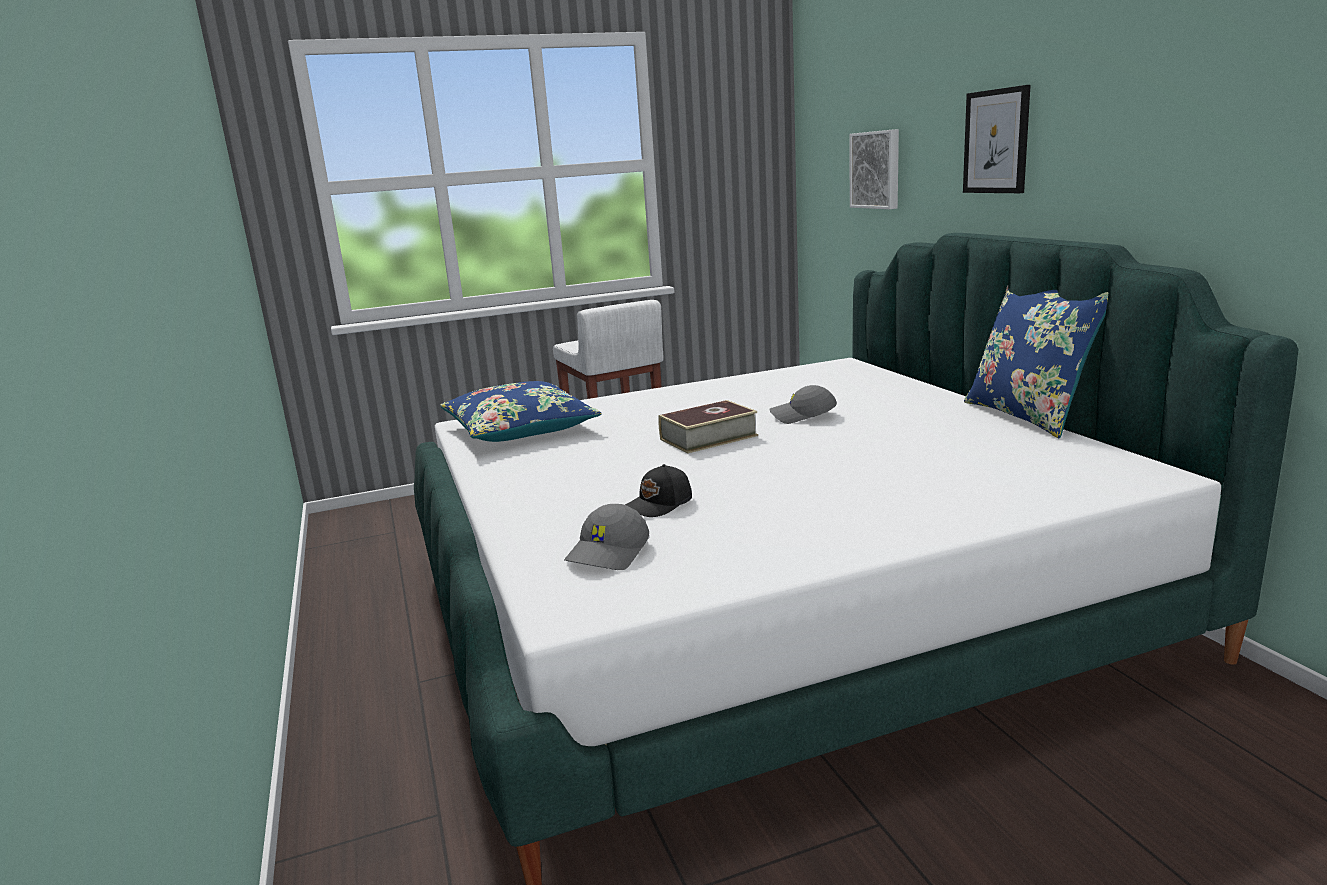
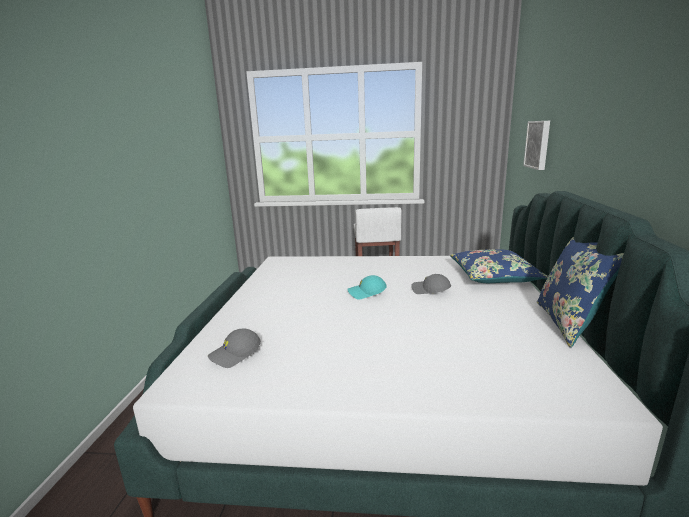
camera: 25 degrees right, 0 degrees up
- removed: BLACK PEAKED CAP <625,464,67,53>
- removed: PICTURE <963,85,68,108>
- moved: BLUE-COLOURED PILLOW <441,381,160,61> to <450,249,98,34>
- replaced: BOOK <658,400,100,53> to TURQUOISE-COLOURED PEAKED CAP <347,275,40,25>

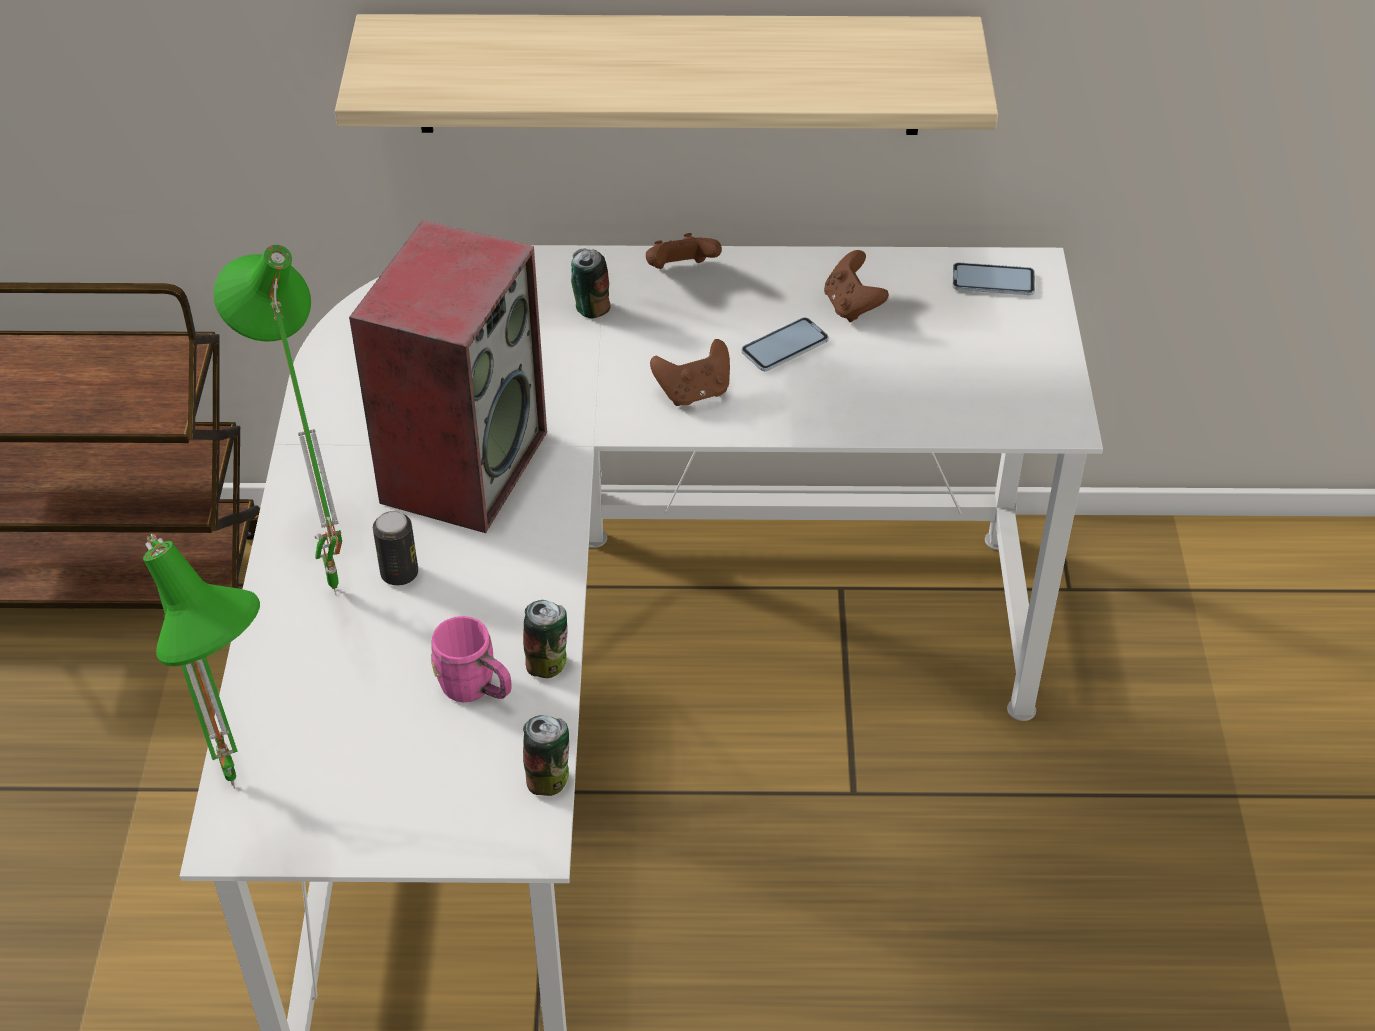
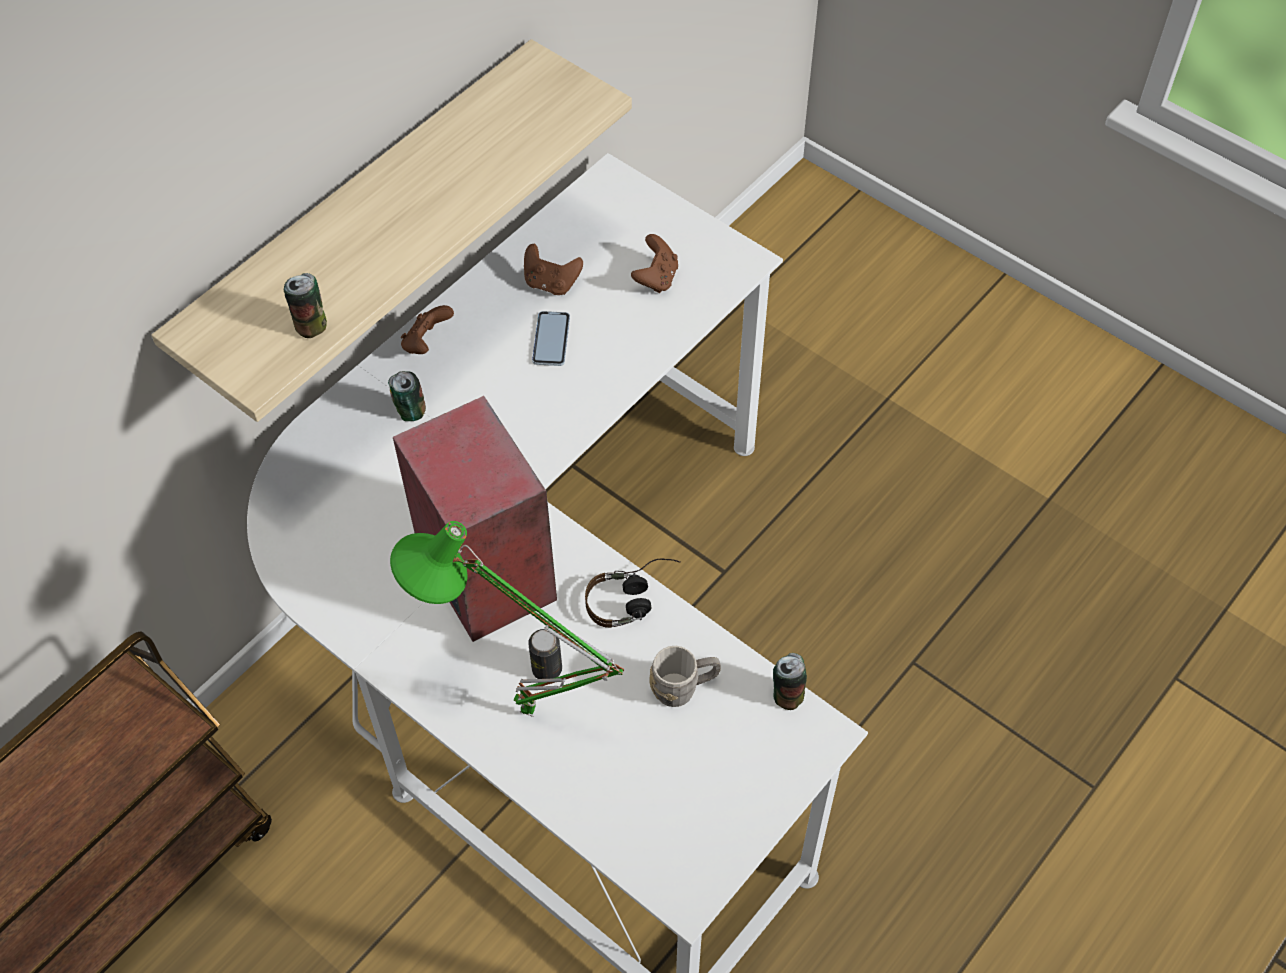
camera: 50 degrees left, 10 degrees up
- removed: GREENISH TABLETOP LAMP <143,534,117,255>
- removed: PHONE <952,262,83,33>
- added: HEADPHONES <585,559,96,69>
- moved: CAN <523,600,45,78> to <284,273,43,65>
- moved: BROWN GAME CONTROLLER <650,339,80,67> to <631,234,47,59>
- recoloured: PINKISH MUG <431,616,81,86> to GRAY MUG <649,646,72,61>

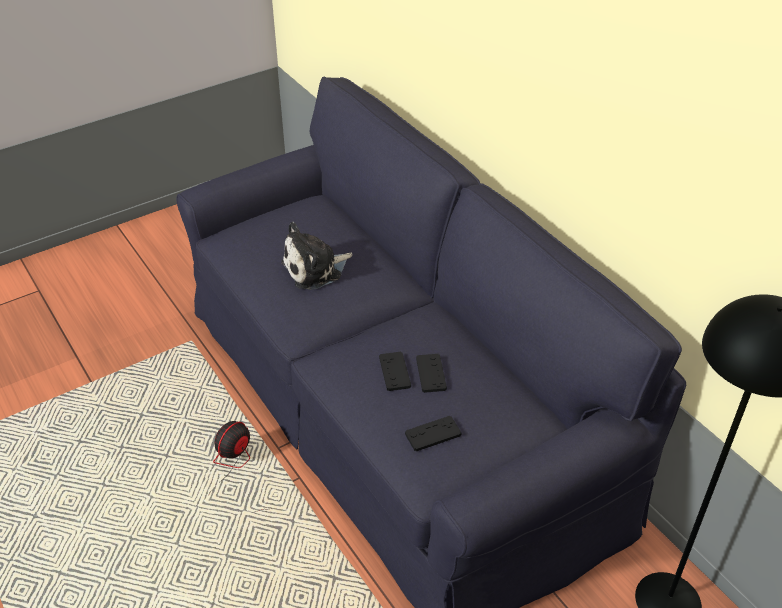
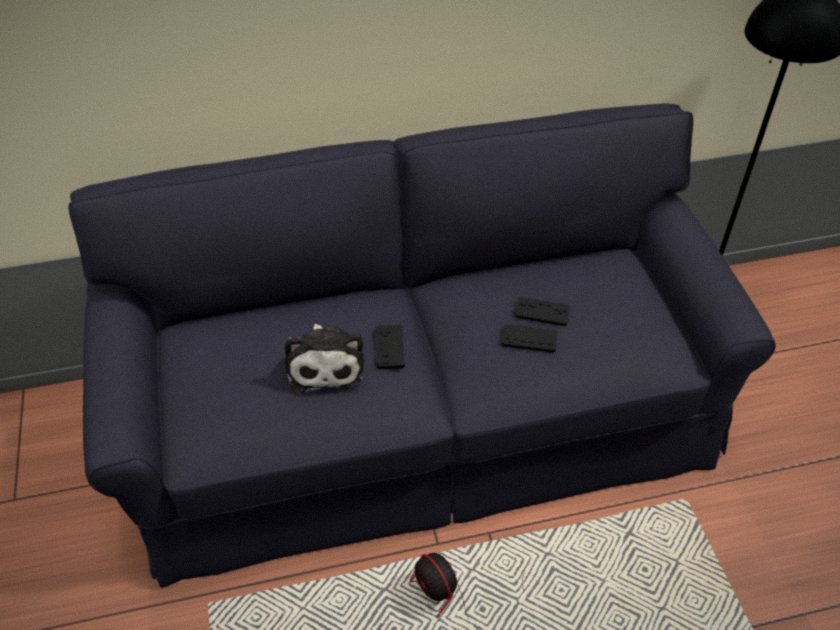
camera: 70 degrees left, 5 degrees up
- moved: BLACK GAME CONTROLLER <405,416,57,35> to <376,325,29,44>

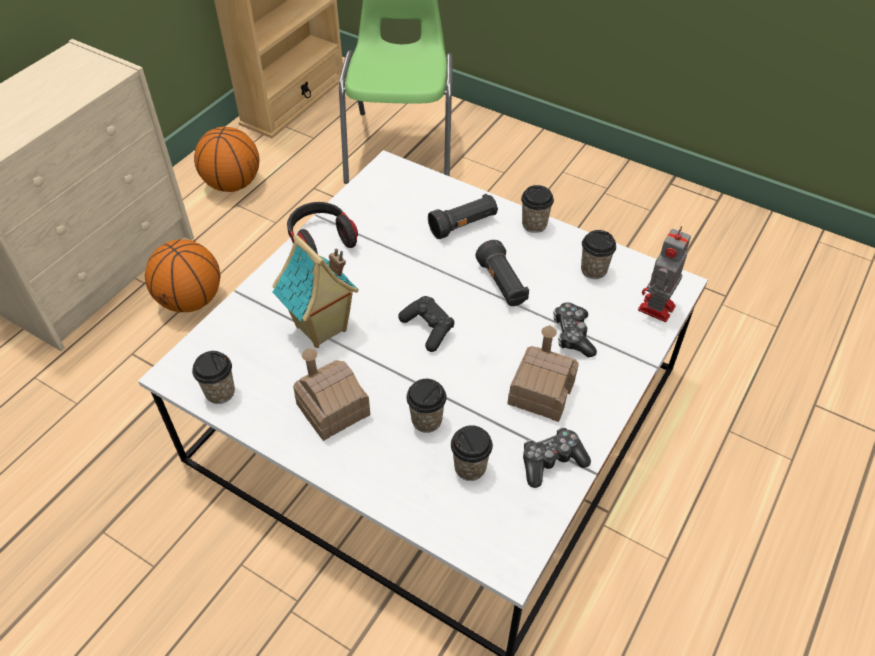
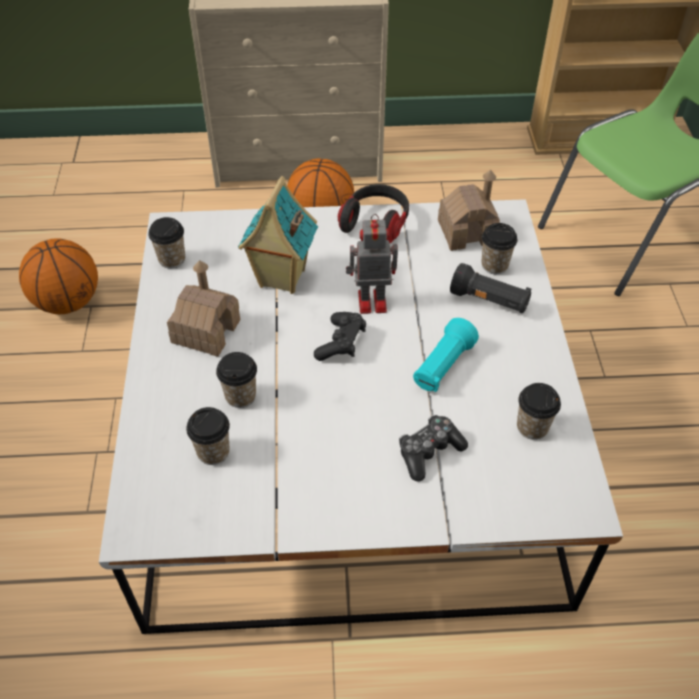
camera: 55 degrees right, 0 degrees up
- removed: GAME CONTROLLER <523,427,68,61>
- moved: BASKETBALL BALL <194,127,66,65> to <19,238,79,76>
- moved: MINIATURE HOUSE <508,325,71,97> to <438,170,62,81>
- moved: DRINKING CUP <521,185,33,48> to <482,223,36,51>
- moved: TOY ROBOT <638,226,53,96> to <346,214,52,100>
- recoloured: BLACK TORCH <476,240,53,66> to TURQUOISE-COLOURED TORCH <413,318,66,74>

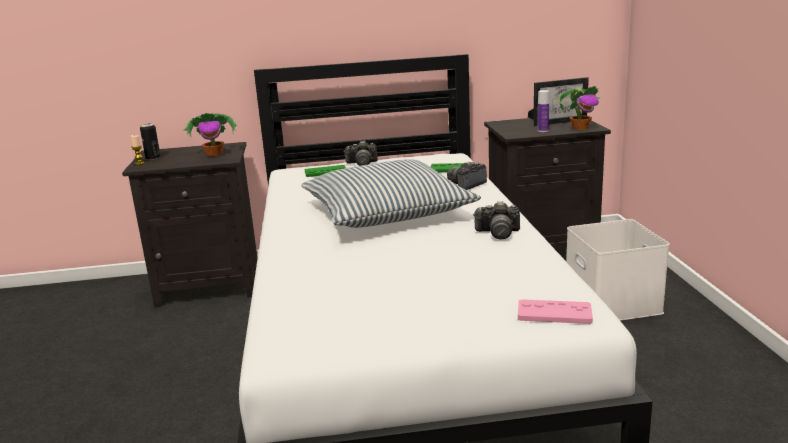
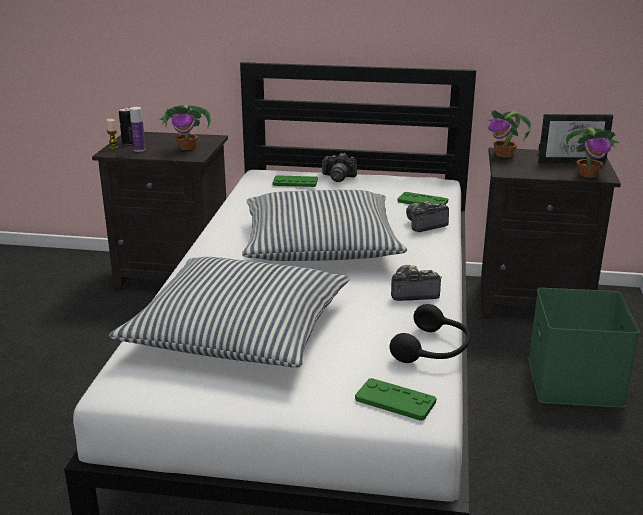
camera: 15 degrees right, 5 degrees up
- added: PILLOW <109,257,241,111>
- added: BLACK HEADPHONES <390,304,80,59>
- added: HOUSEPLANT <488,110,44,48>
- moved: DRINK BOTTLE <537,90,12,42> to <130,107,16,45>
- recoloured: PINKISH GAME CONTROLLER <518,299,75,25> to GREENISH GAME CONTROLLER <355,378,81,43>
- recoloured: WHITISH STORAGE BIN <566,219,104,102> to GREENISH STORAGE BIN <528,288,112,120>
- turned: PHOTO CAMERA <474,201,46,38> = <391,265,51,36> 150 degrees clockwise

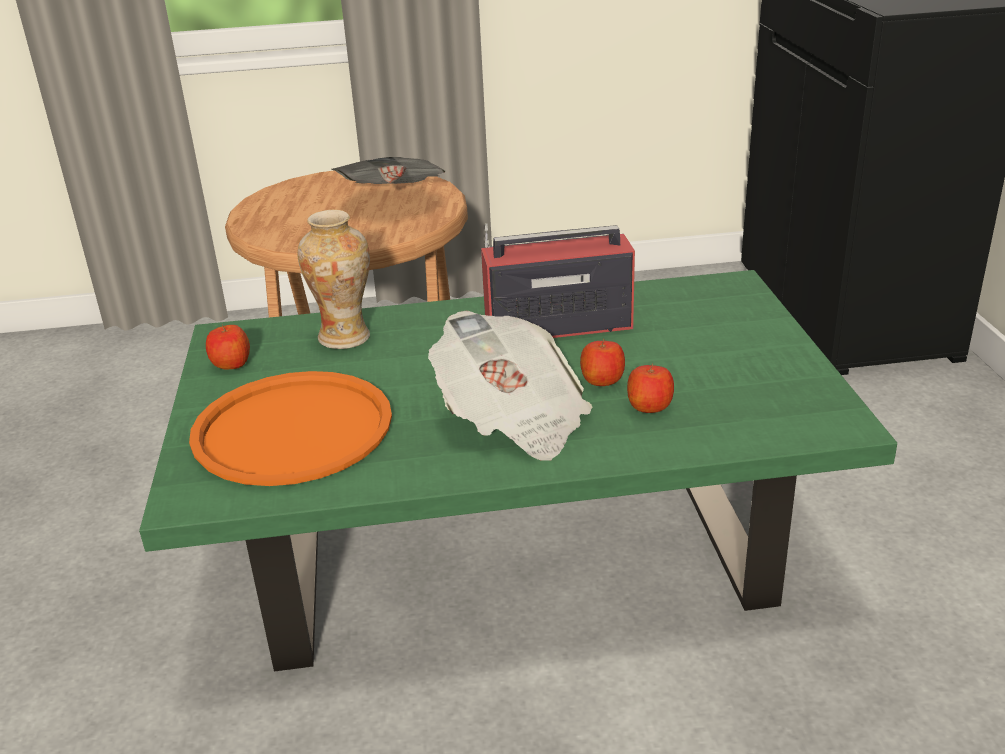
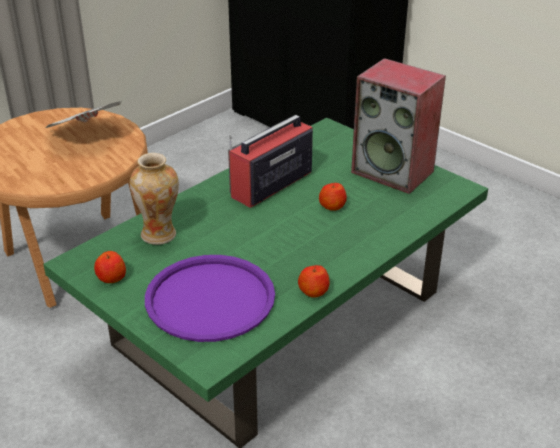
camera: 40 degrees left, 5 degrees up
- removed: DAILY PAPER <428,311,165,149>
- added: AUDIO SPEAKER <351,58,95,136>
- moved: APPLE FRUIT <627,363,47,50> to <298,265,32,33>
- recoloured: ORANGEY CARRYING TRAY <189,371,203,115> to PURPLE CARRYING TRAY <145,255,130,87>

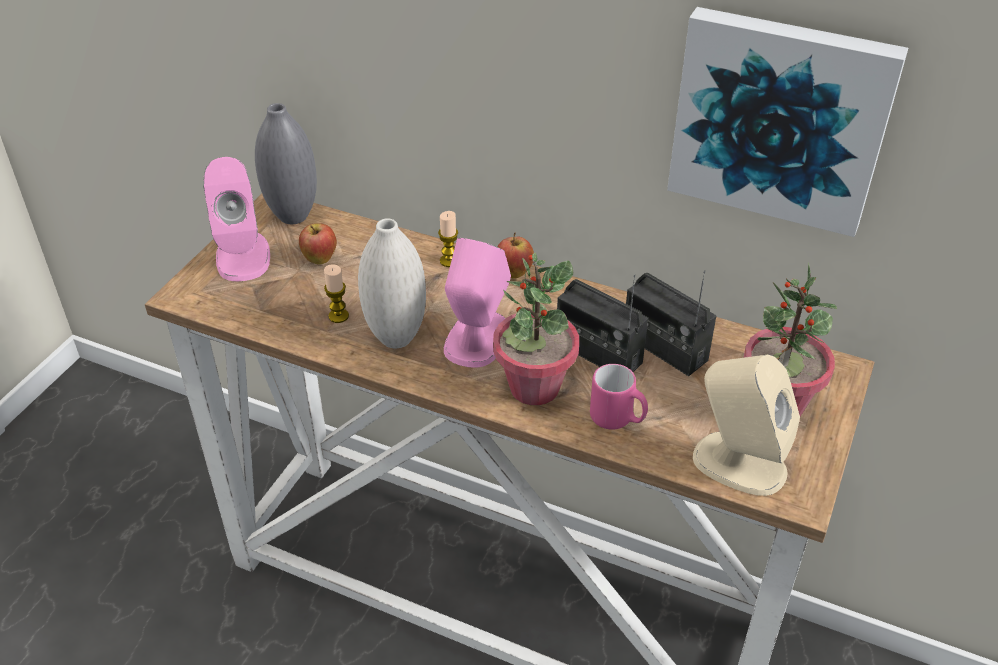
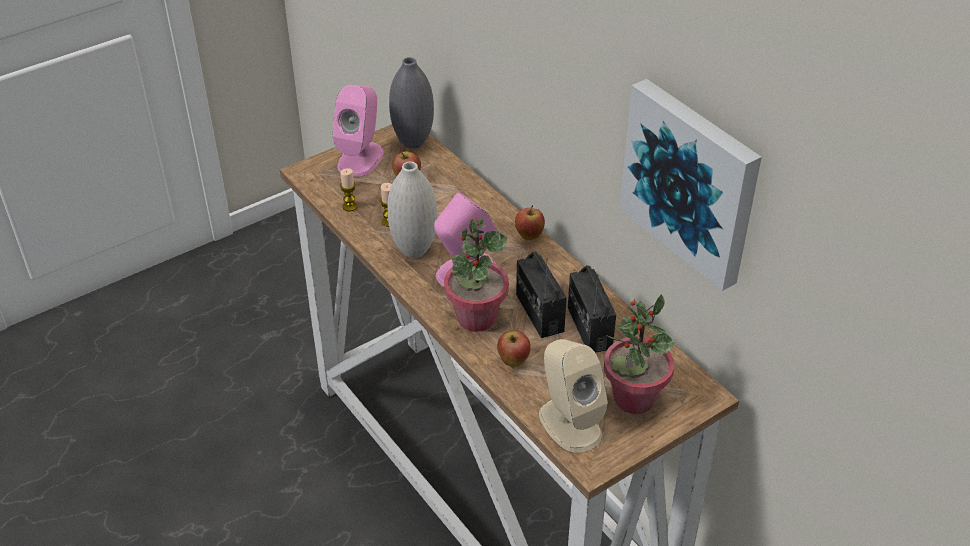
camera: 30 degrees right, 0 degrees up
- moved: WAX LIGHT <438,211,20,56> to <340,168,18,43>
- replaced: PINKISH MUG <590,364,58,66> to APPLE FRUIT <497,330,34,37>

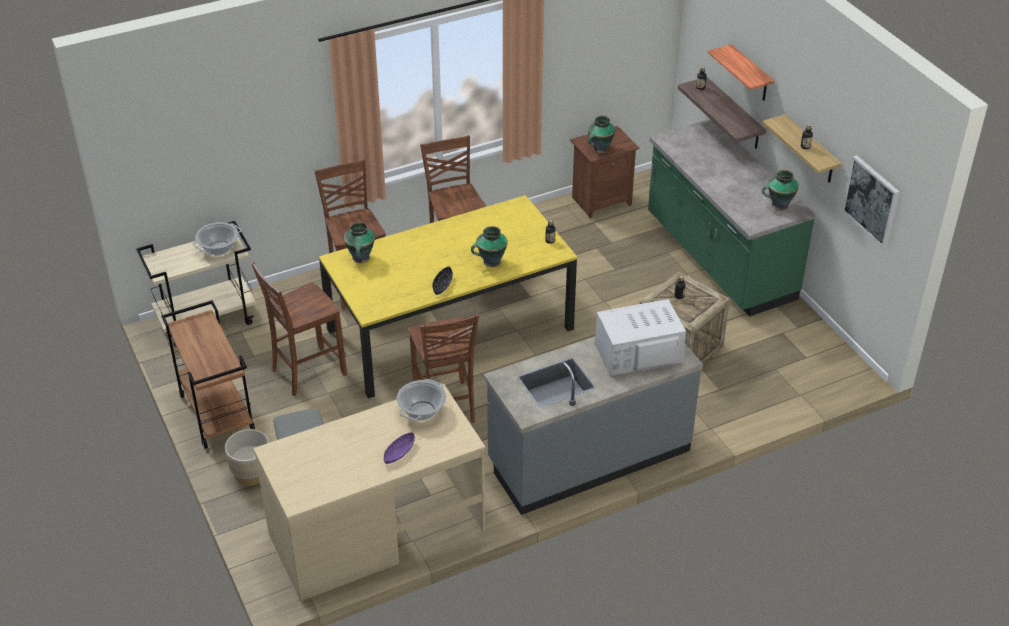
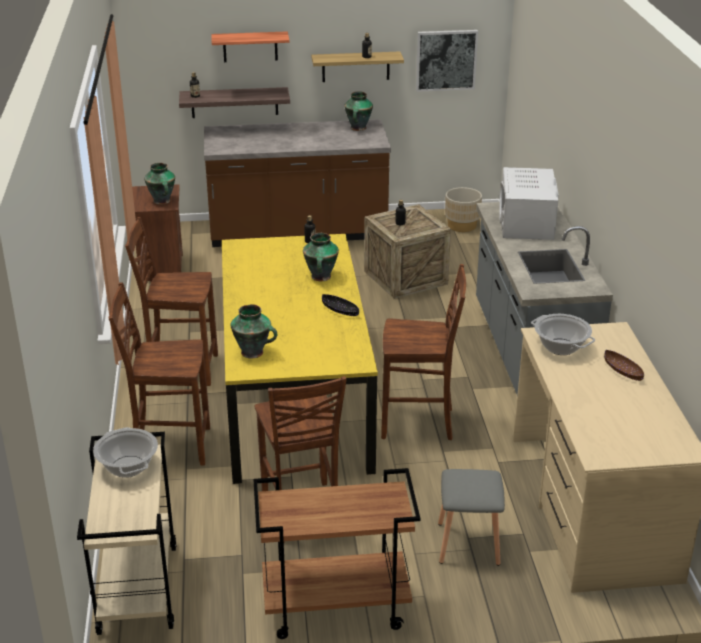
camera: 70 degrees left, 10 degrees down
- moved: BEIGE-COLOURED PLANTER <225,429,44,57> to <445,187,37,45>
- recoloured: PURPLE DEEP DISH <384,432,31,32> to BROWN DEEP DISH <604,350,40,31>
- recoloured: GREENISH COUNTER <648,119,168,198> to BROWN COUNTER <204,119,187,128>

